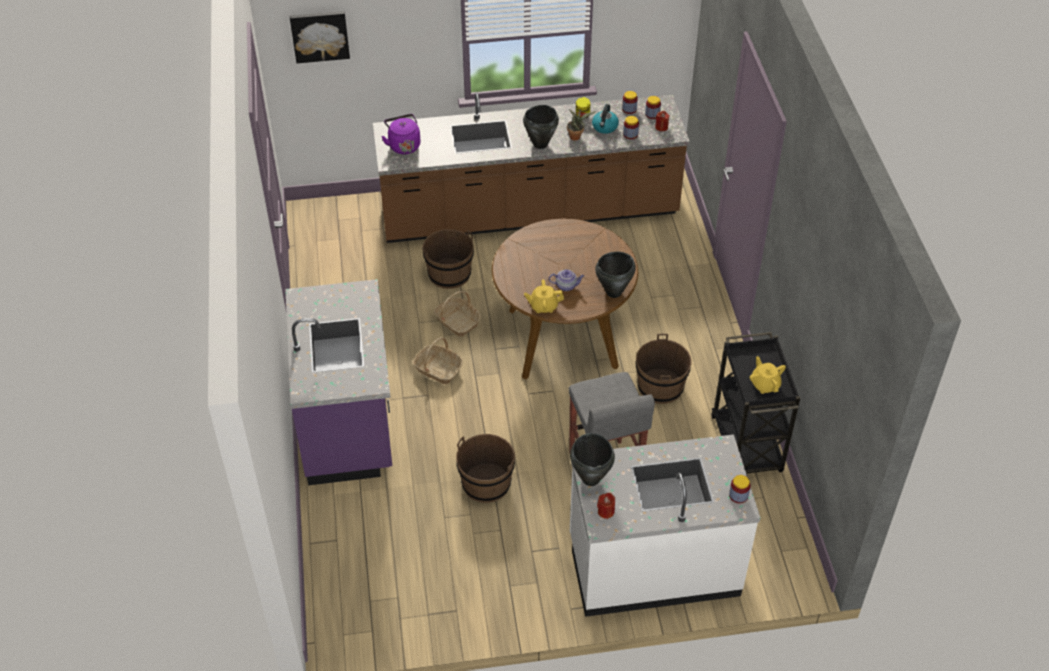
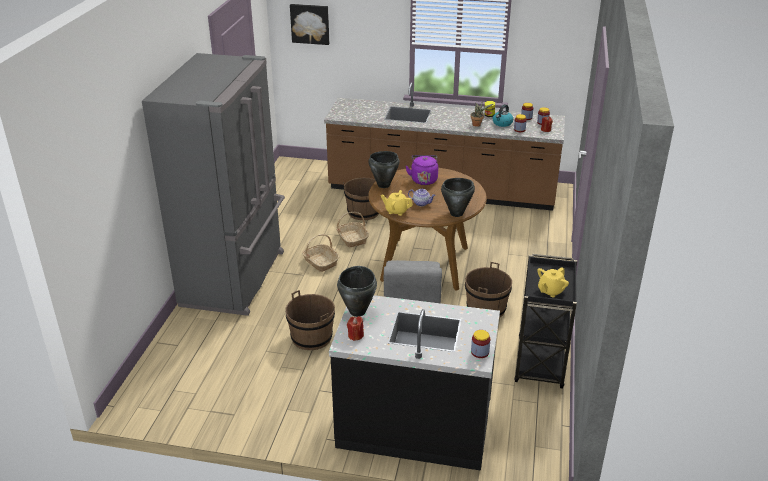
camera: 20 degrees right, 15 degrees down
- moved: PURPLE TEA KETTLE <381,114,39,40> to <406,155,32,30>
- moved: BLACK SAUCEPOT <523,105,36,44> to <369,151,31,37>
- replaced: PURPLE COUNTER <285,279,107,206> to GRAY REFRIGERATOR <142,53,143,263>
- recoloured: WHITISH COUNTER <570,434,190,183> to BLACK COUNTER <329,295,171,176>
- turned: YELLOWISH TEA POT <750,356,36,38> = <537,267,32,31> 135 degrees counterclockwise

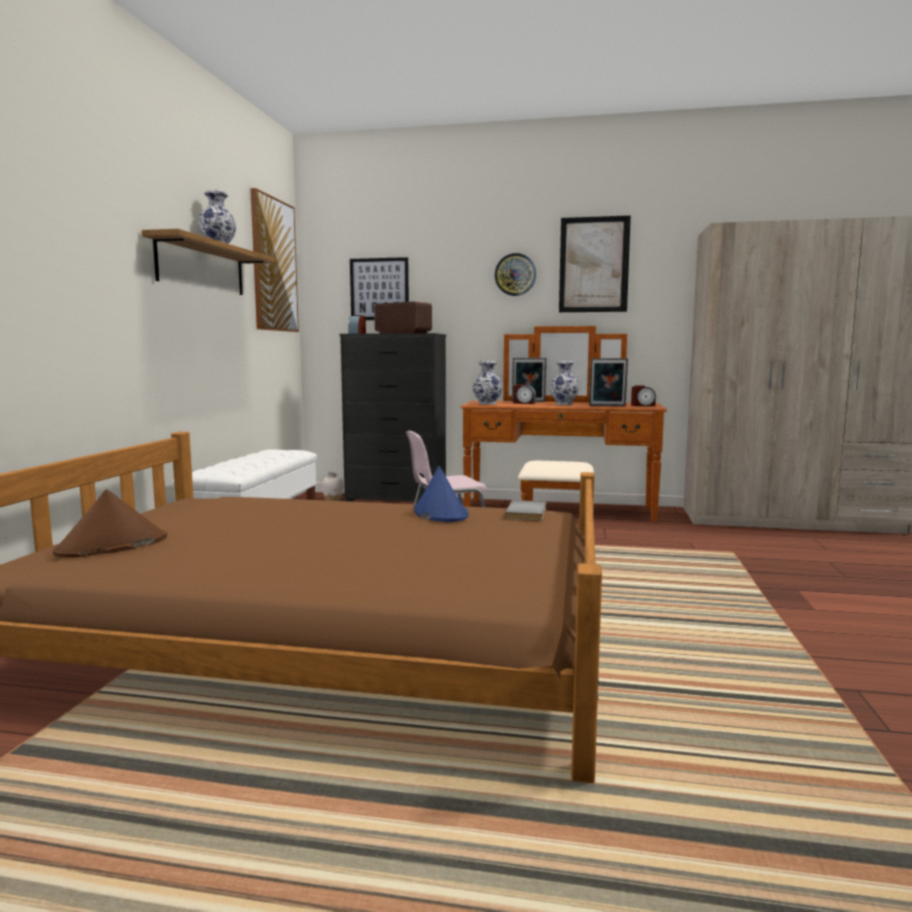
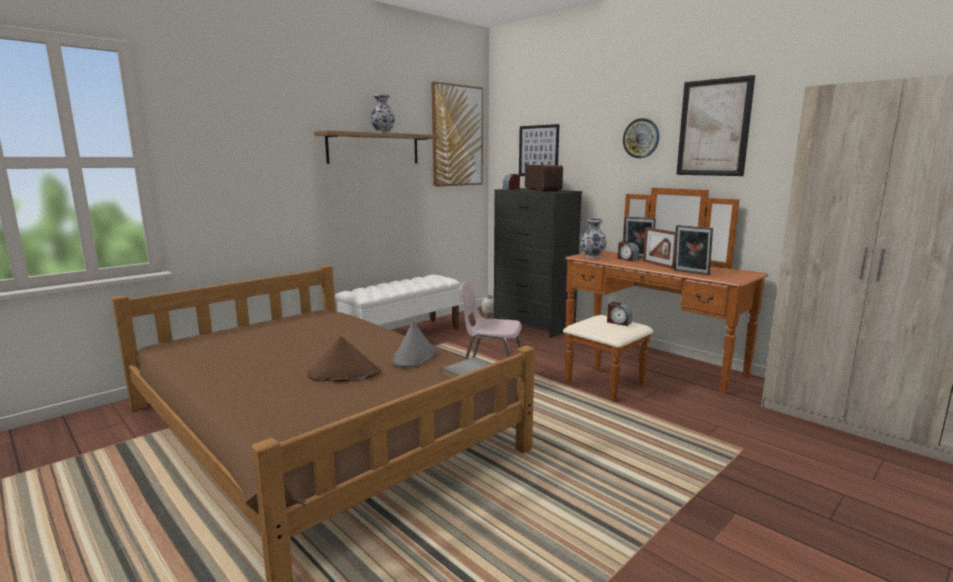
camera: 35 degrees right, 5 degrees up
- moved: BROWN CLOTHING HAT <53,489,114,69> to <307,336,74,46>
- moved: BEDSIDE CLOCK <631,386,25,20> to <607,302,25,24>
- replaced: DECORATIVE VASE <550,361,29,44> to PHOTO FRAME <643,227,33,42>
- recoloured: BLUE-COLOURED CLOTHING HAT <414,466,55,56> to GRAY CLOTHING HAT <392,321,44,47>

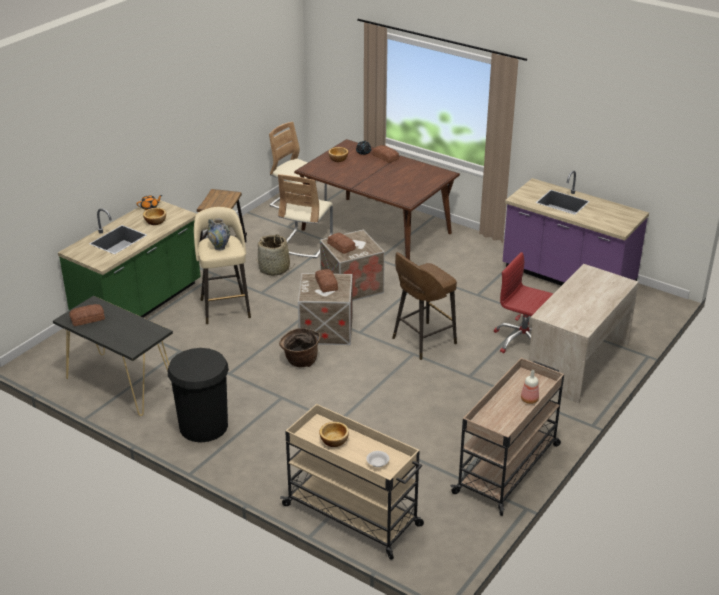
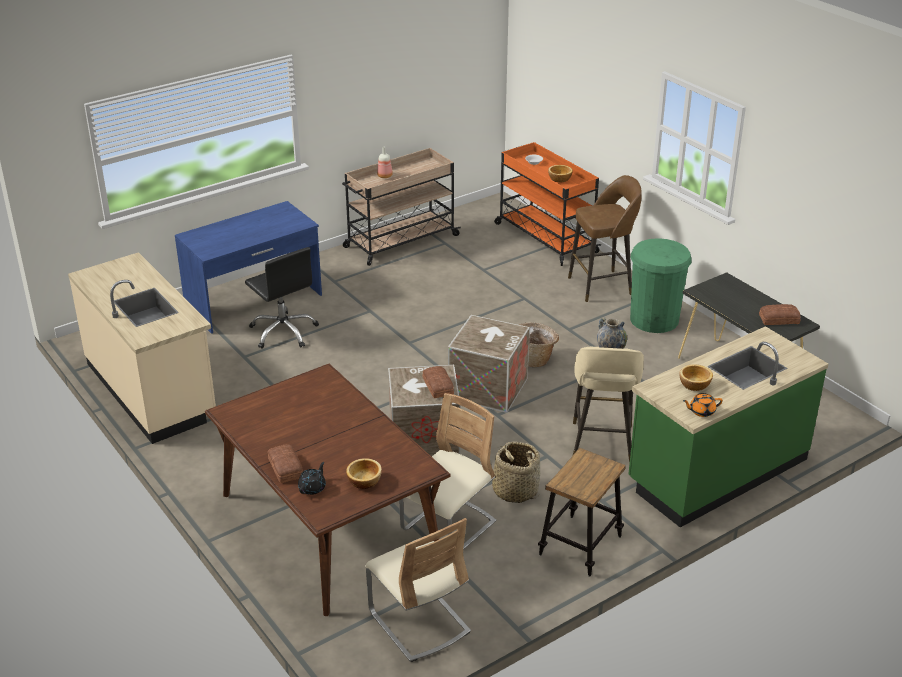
camera: 160 degrees left, 0 degrees up
- removed: BREAD <315,269,23,23>
- moved: BROWN STOOL <392,252,65,108> to <568,175,74,127>
- recoloured: BLACK RUBBISH BIN <168,348,61,94> to GREENISH RUBBISH BIN <630,238,61,95>
- recoloured: BEIGE-COLOURED CART <280,404,144,156> to ORANGEY CART <494,142,107,124>
- recoloured: RED-COLOURED OFFICE CHAIR <494,252,59,101> to BLACK OFFICE CHAIR <245,247,74,102>
- recoloured: PURPLE COUNTER <503,171,146,115> to BEIGE-COLOURED COUNTER <68,252,148,192>
- recoloured: BEIGE-COLOURED DESK TABLE <528,264,111,139> to BLUE-COLOURED DESK TABLE <175,201,147,133>

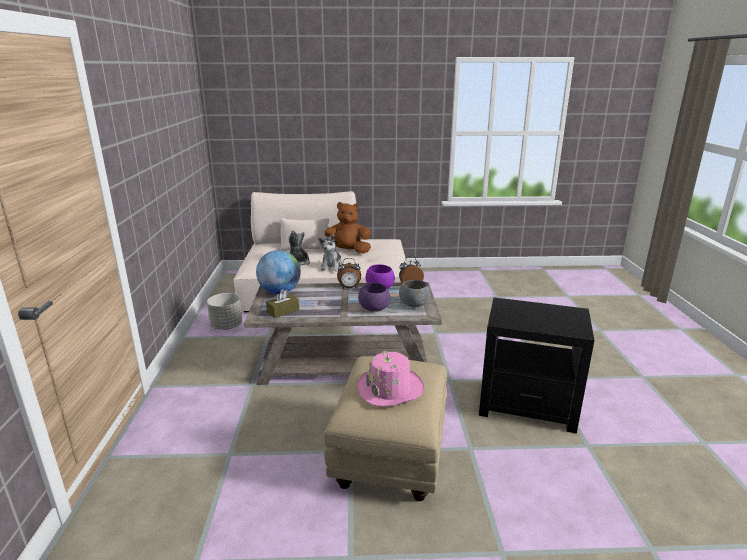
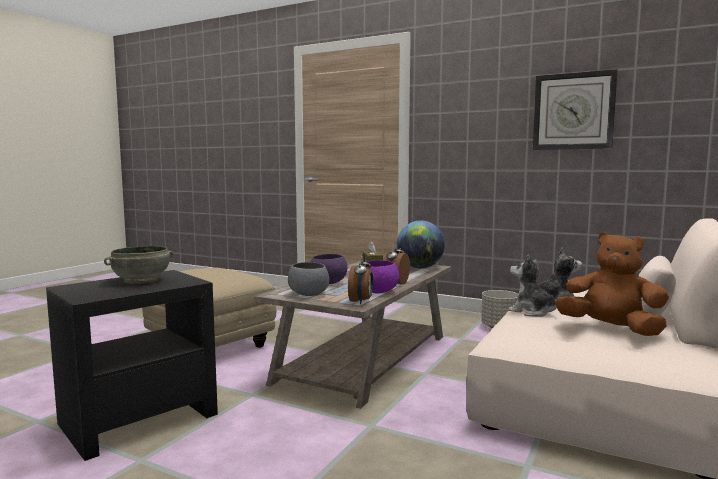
camera: 120 degrees right, 15 degrees down
- removed: PINKISH CLOTHING HAT <357,351,67,56>
- added: GRAY DEEP DISH <104,246,69,38>
- added: CLOCK ON THE WALL <533,69,85,81>
- turned: BROWN SOFT TOY <320,202,51,52> = <555,232,114,104> 90 degrees counterclockwise

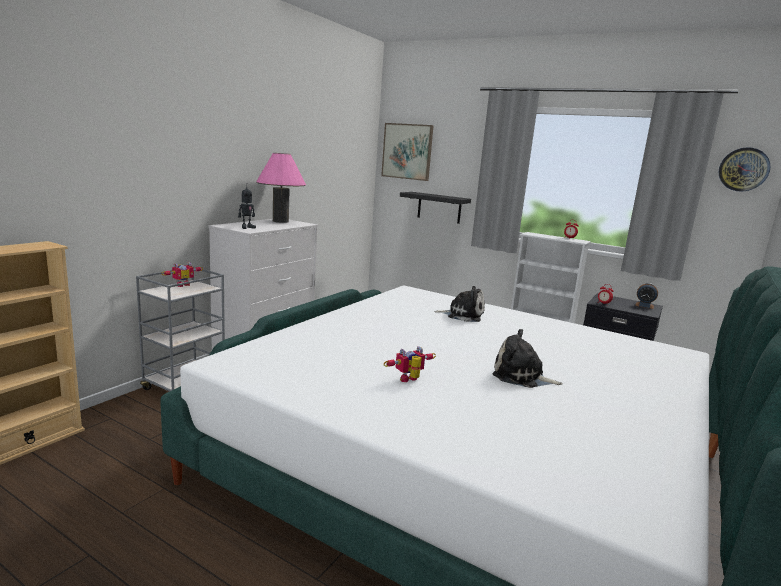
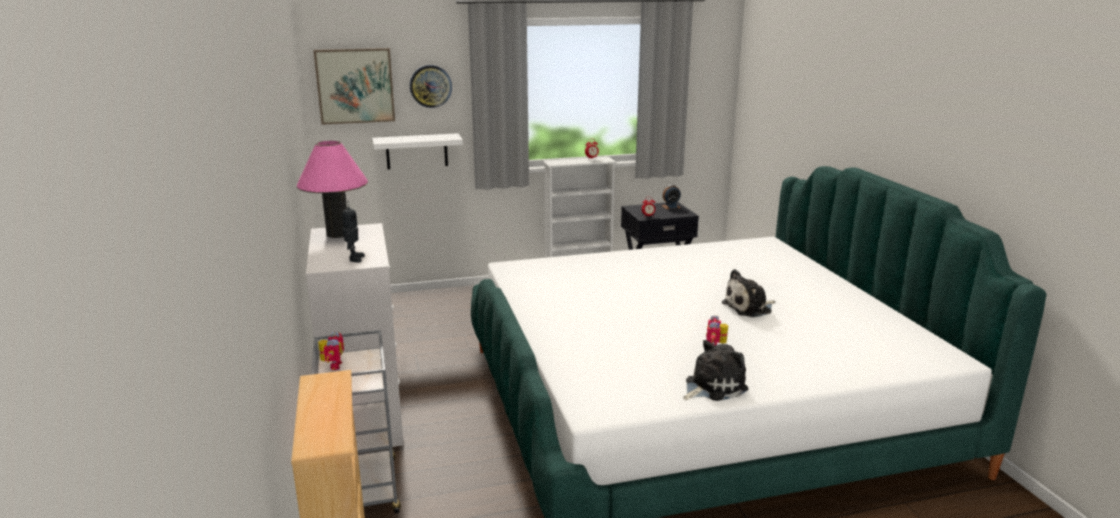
camera: 45 degrees left, 5 degrees up
- moved: SOFT TOY <435,286,50,36> to <683,340,65,61>
- moved: CLOCK ON THE WALL <718,147,53,45> to <410,65,42,43>
- recoloured: BLACK WALL SHELF <400,192,71,32> to WHITISH WALL SHELF <372,133,91,37>

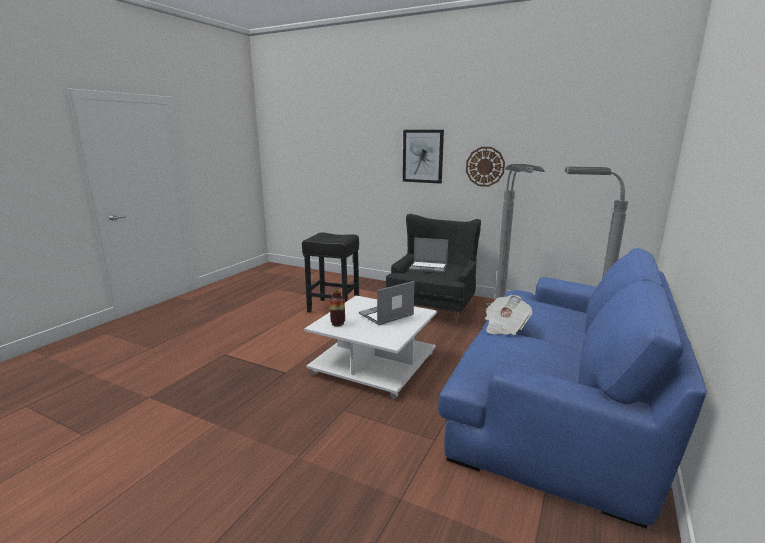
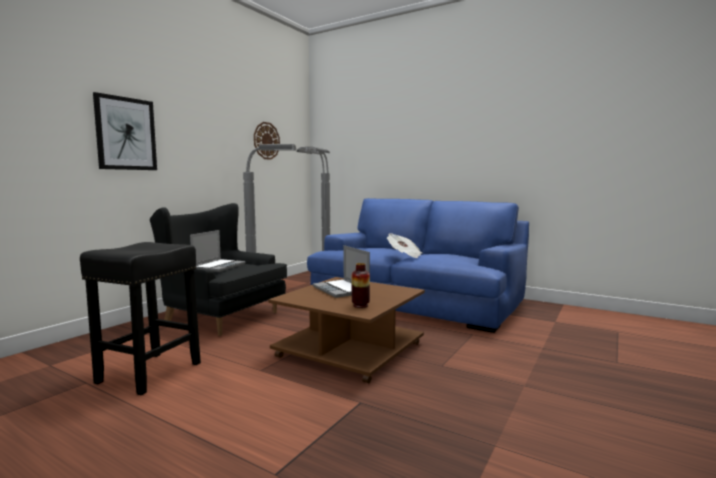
camera: 85 degrees left, 10 degrees down
- moved: CLOCK ON THE WALL <466,147,39,40> to <254,122,26,38>
- recoloured: WHITISH LOUNGE TABLE <304,296,133,103> to BROWN LOUNGE TABLE <268,277,157,106>

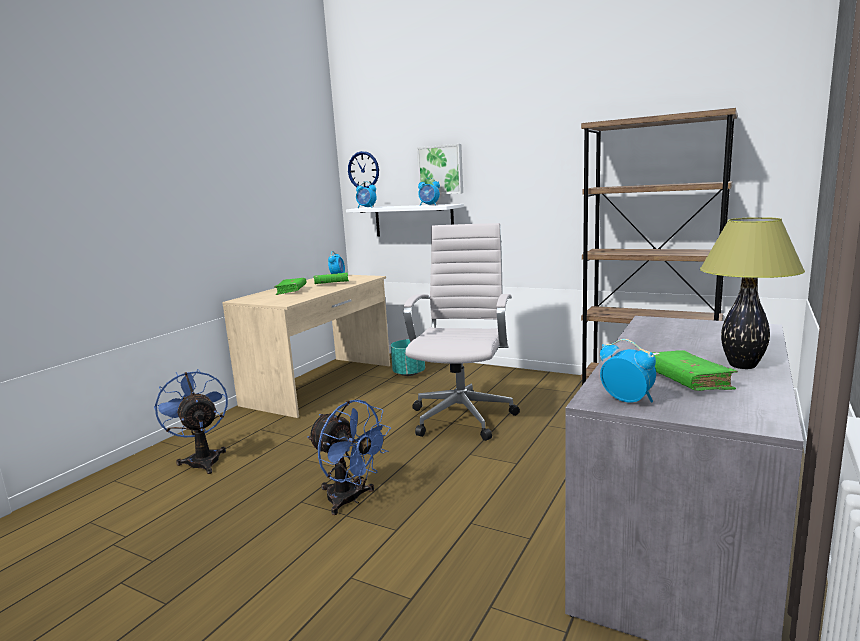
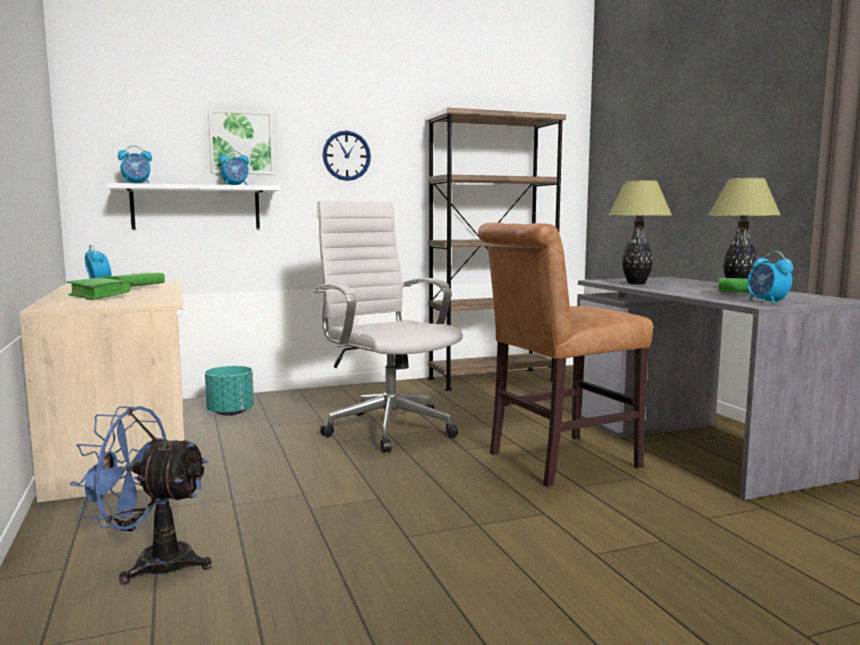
camera: 50 degrees left, 5 degrees down
- removed: BLUE-COLOURED COOLING FAN <307,400,84,115>
- added: BROWN CHAIR <478,223,175,264>
- added: TABLETOP LAMP <608,180,64,104>
- moved: CLOCK ON THE WALL <348,151,31,37> to <323,131,48,50>
- turned: BEDSIDE CLOCK <600,339,56,64> = <747,251,46,54> 105 degrees counterclockwise

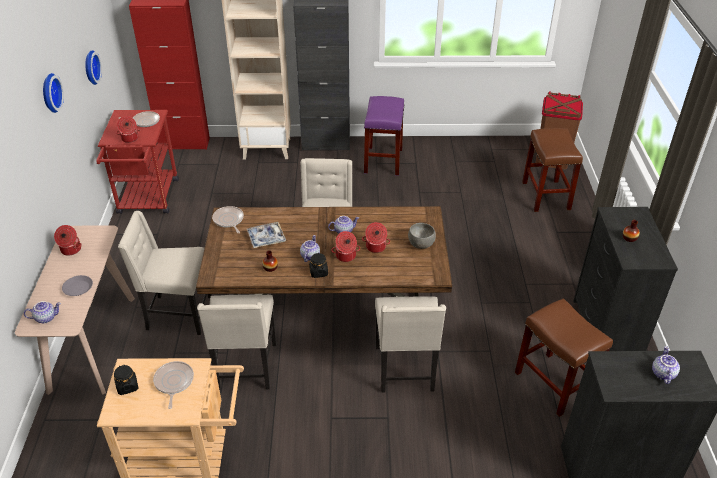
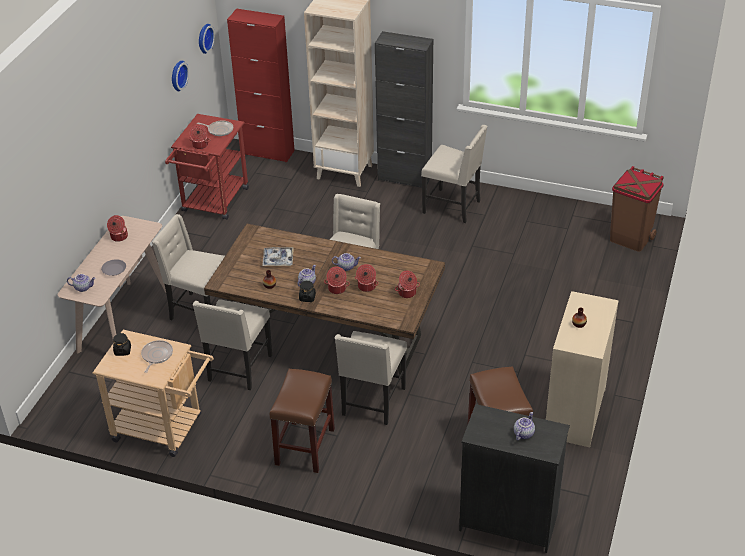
camera: 20 degrees right, 0 degrees up
- removed: FRYING PAN <212,206,32,27>
- moved: CLOCK ON THE WALL <43,73,21,40> to <199,24,16,30>
- moved: BROWN STOOL <522,128,61,84> to <270,369,65,104>
- replaced: PURPLE STOOL <364,96,40,80> to BEIGE-COLOURED CHAIR <421,125,67,98>
- replaced: GRAY DEEP DISH <408,223,28,26> to SAUCEPOT <395,270,25,28>
- recoloured: BLACK DRESSER <573,207,105,144> to BEIGE-COLOURED DRESSER <546,291,73,157>

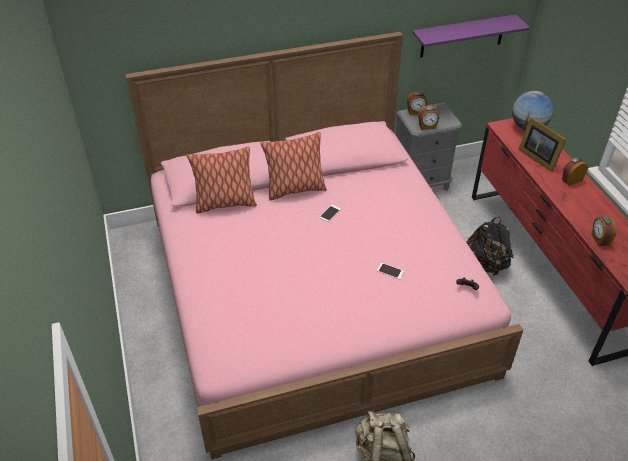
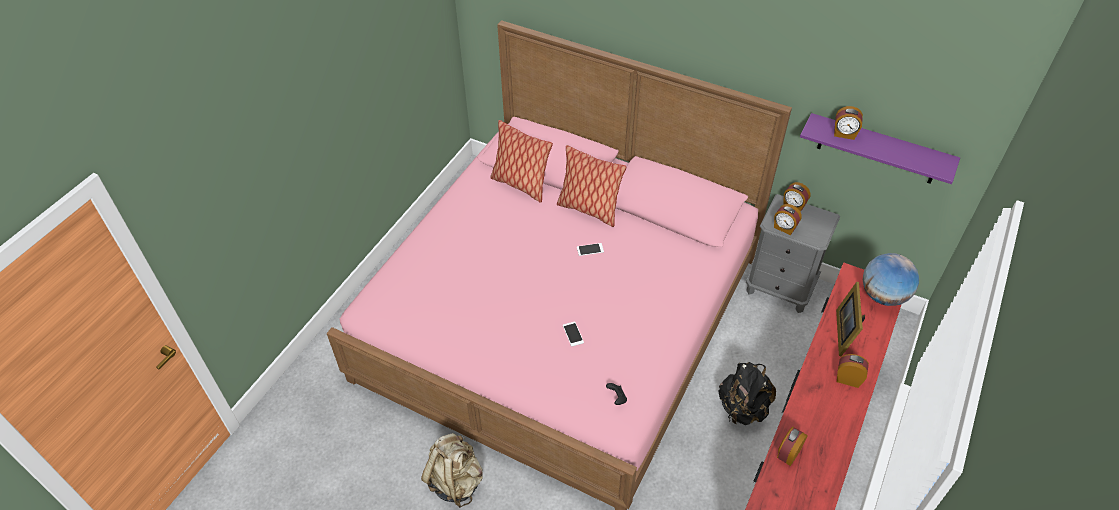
camera: 45 degrees right, 5 degrees up
- added: BEDSIDE CLOCK <834,106,29,34>

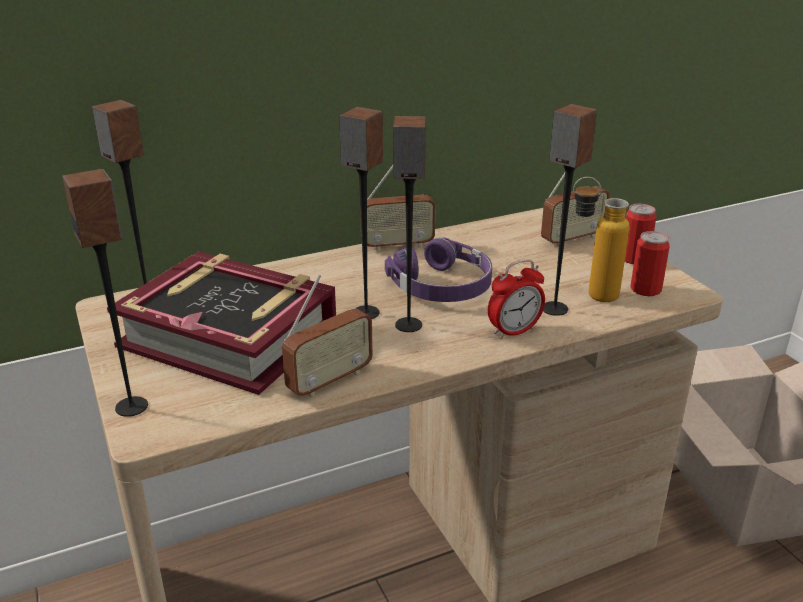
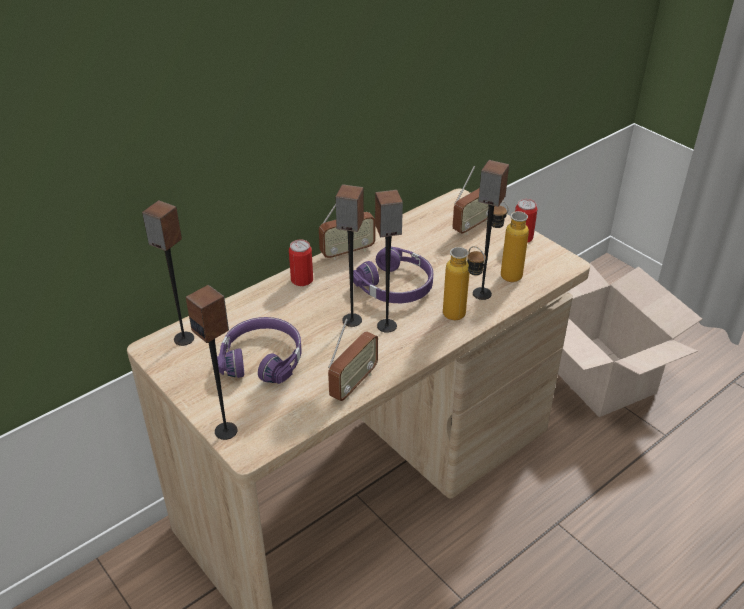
camera: 15 degrees left, 10 degrees up
- moved: CAN <631,231,39,65> to <289,240,24,46>
- replaced: BOOK <107,252,229,143> to PURPLE HEADPHONES <217,317,85,67>
- replaced: BEDSIDE CLOCK <488,259,57,80> to DRINK BOTTLE <443,246,43,74>

